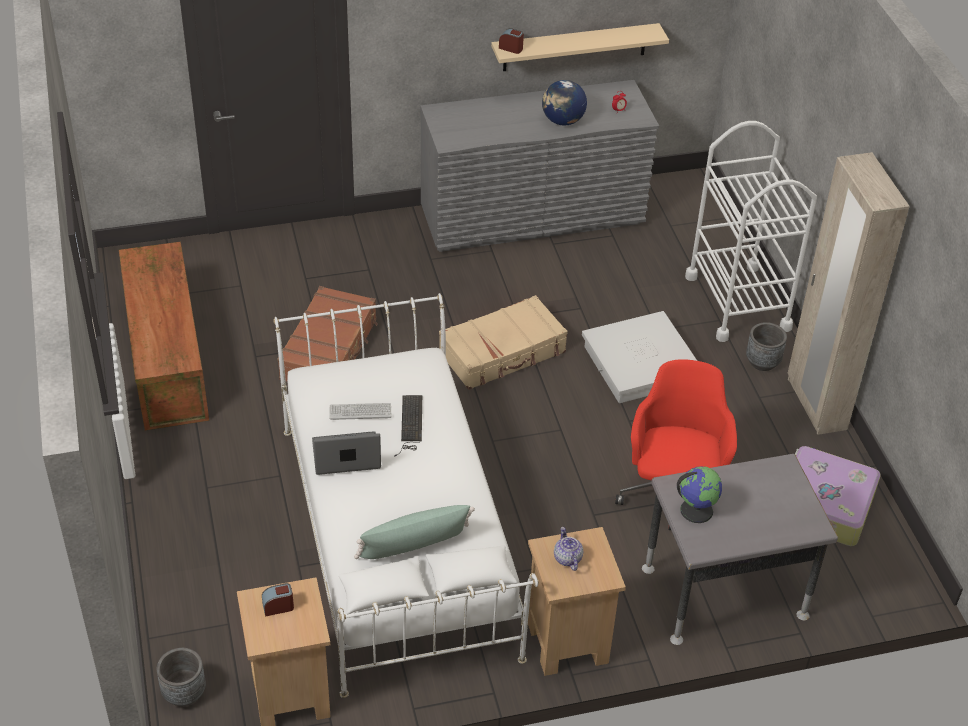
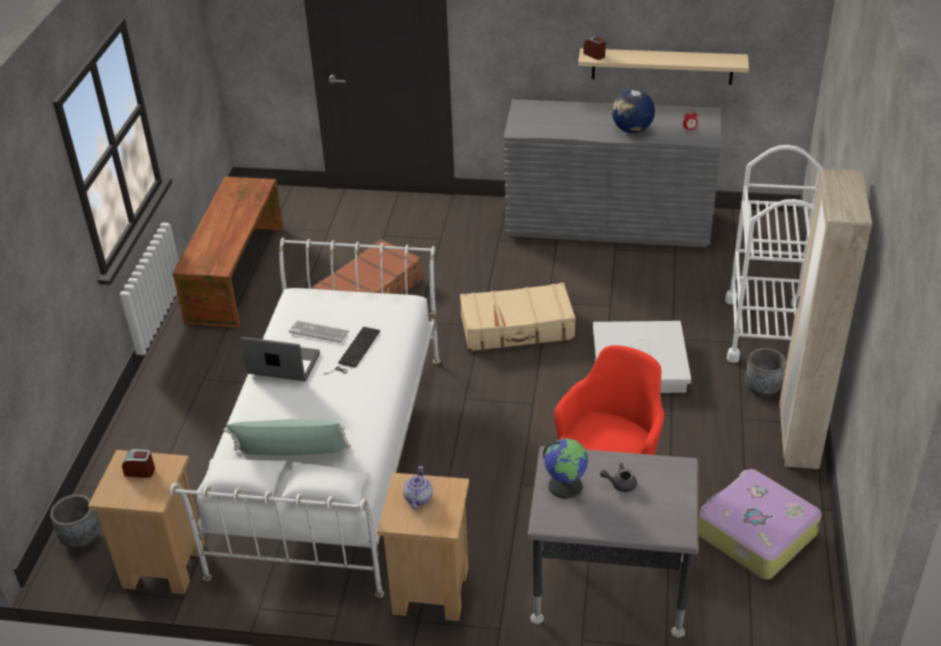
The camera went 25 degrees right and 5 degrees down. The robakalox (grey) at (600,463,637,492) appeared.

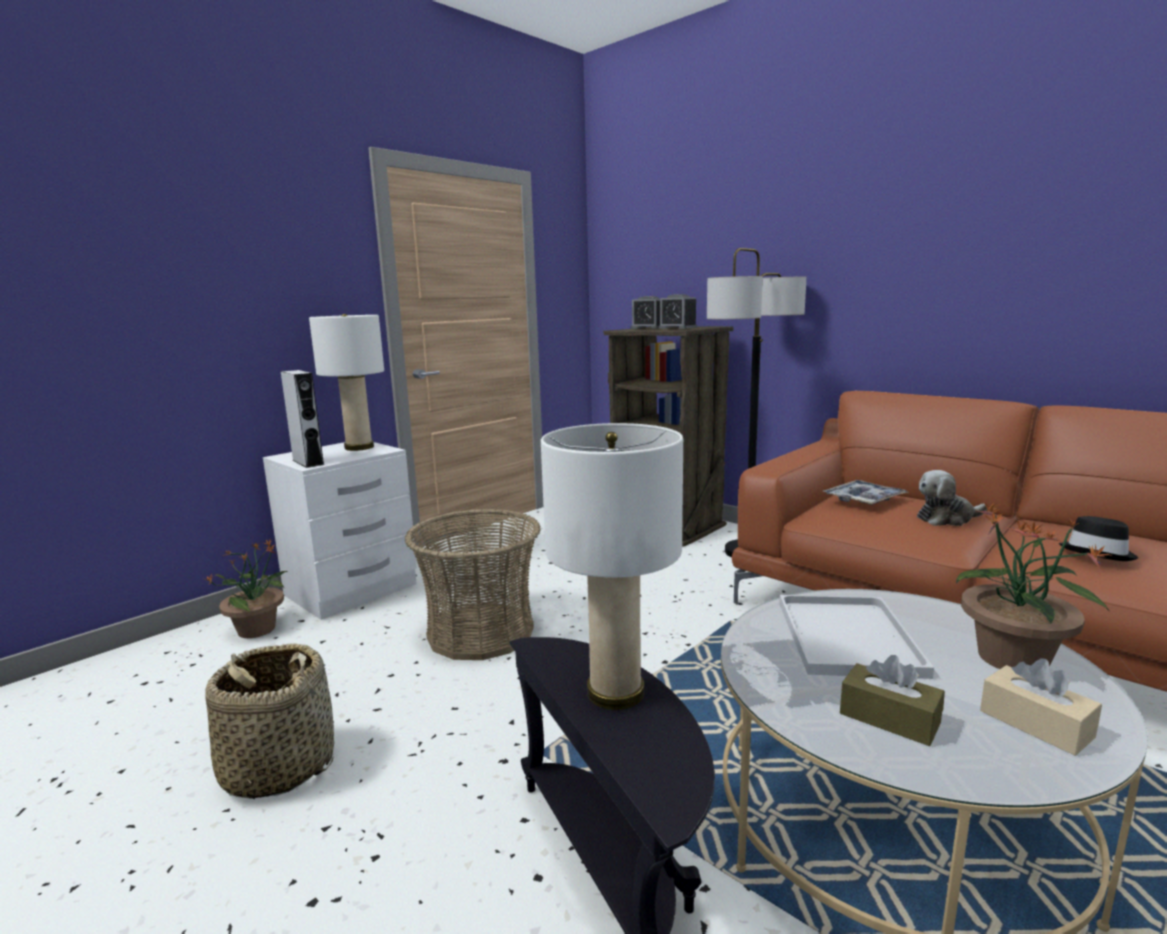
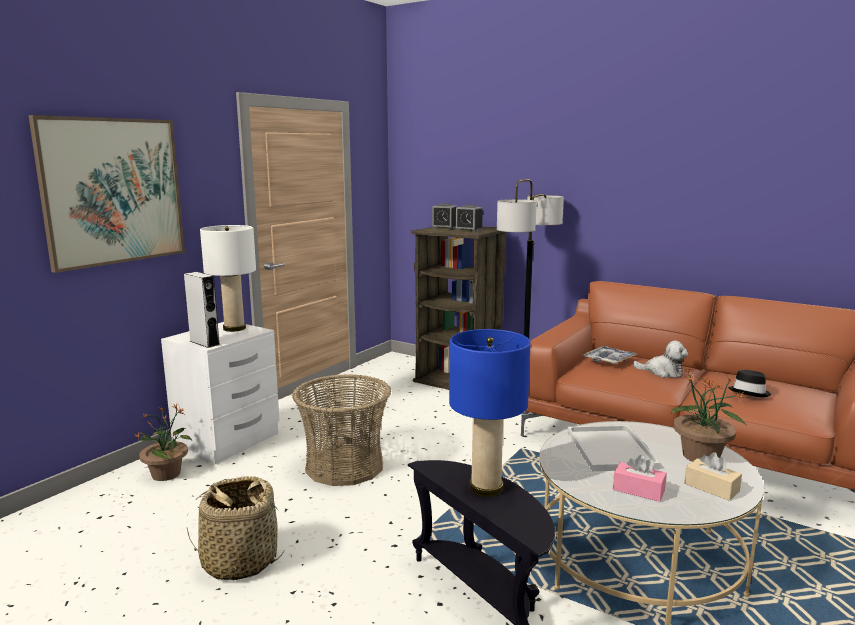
The camera went 10 degrees left and 0 degrees up. The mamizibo at (28,115,185,273) appeared. The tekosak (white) at (541,423,683,710) became the tekosak (blue) at (449,329,531,497). The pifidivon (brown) at (840,655,945,746) became the pifidivon (pink) at (613,455,667,502). The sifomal at (917,470,987,526) turned 135 degrees counterclockwise.

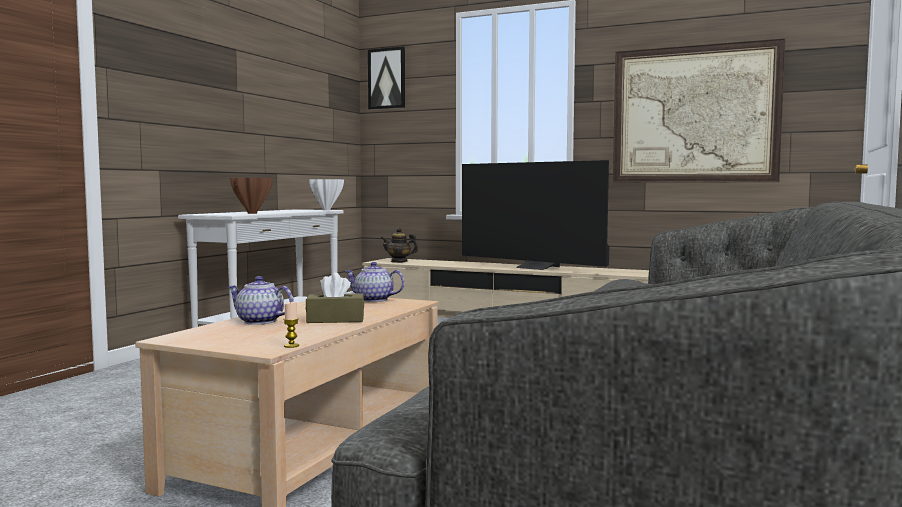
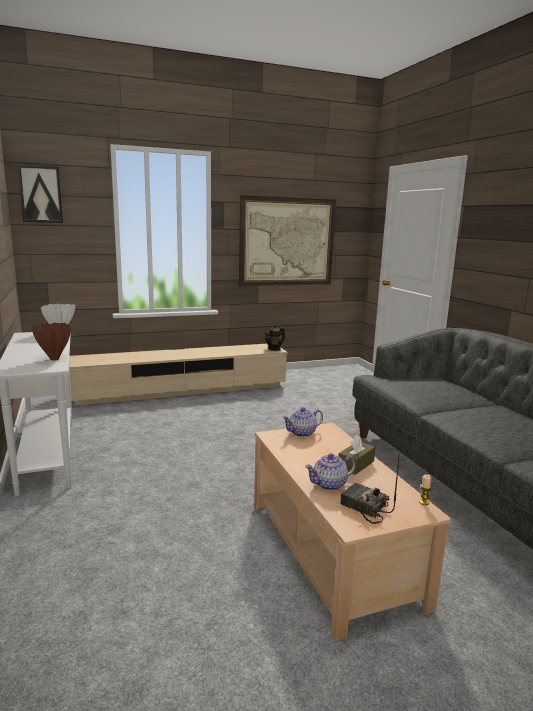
The camera went 45 degrees left and 10 degrees up. The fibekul at (462,160,609,270) disappeared. The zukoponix at (340,456,399,524) appeared. The robakalox moved from (381,227,418,263) to (264,324,285,351).

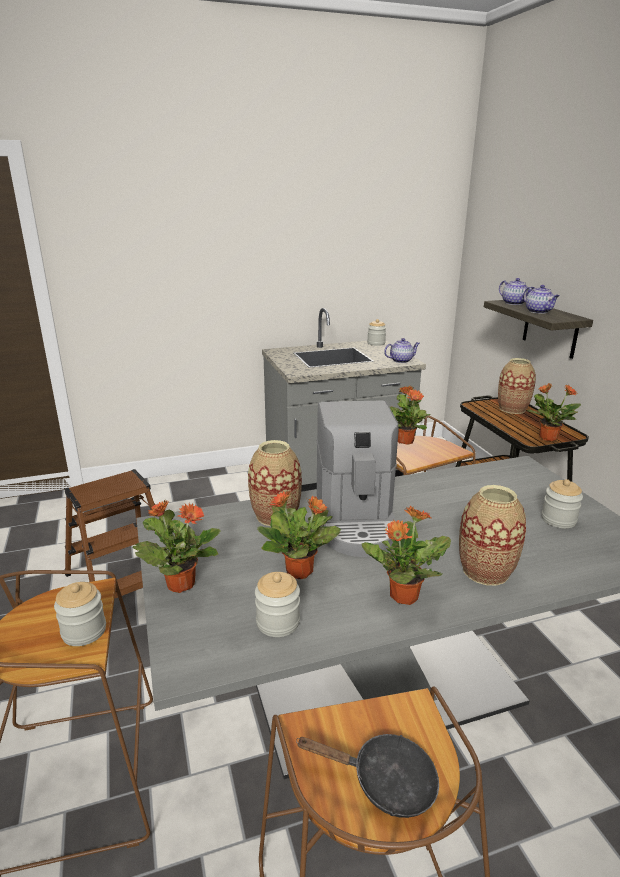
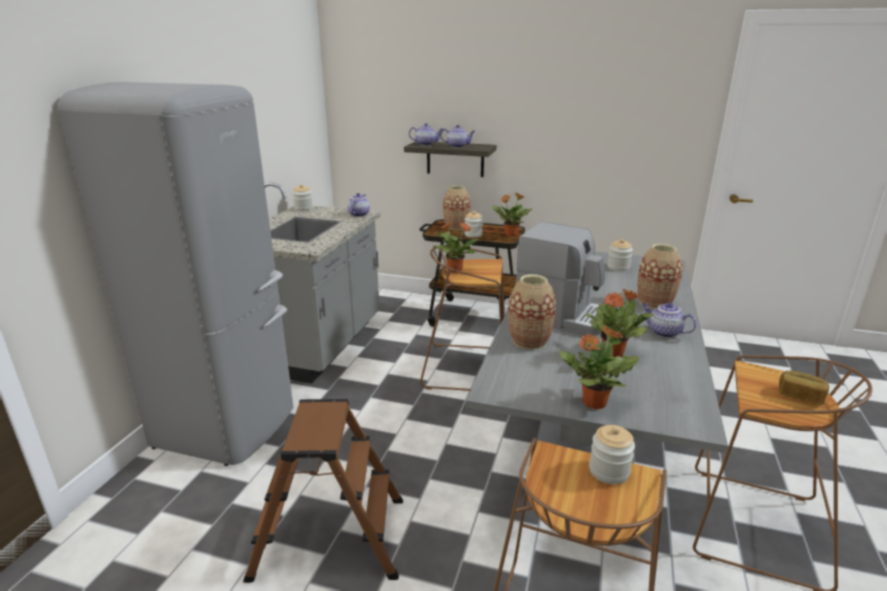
The camera went 55 degrees left and 0 degrees up. The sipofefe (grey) at (58,82,293,466) appeared. The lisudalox moved from (255,572,300,637) to (464,211,483,238). The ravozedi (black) at (296,734,439,818) was replaced by the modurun at (779,371,829,405). The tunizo at (362,505,451,605) was replaced by the robakalox at (642,302,697,338).

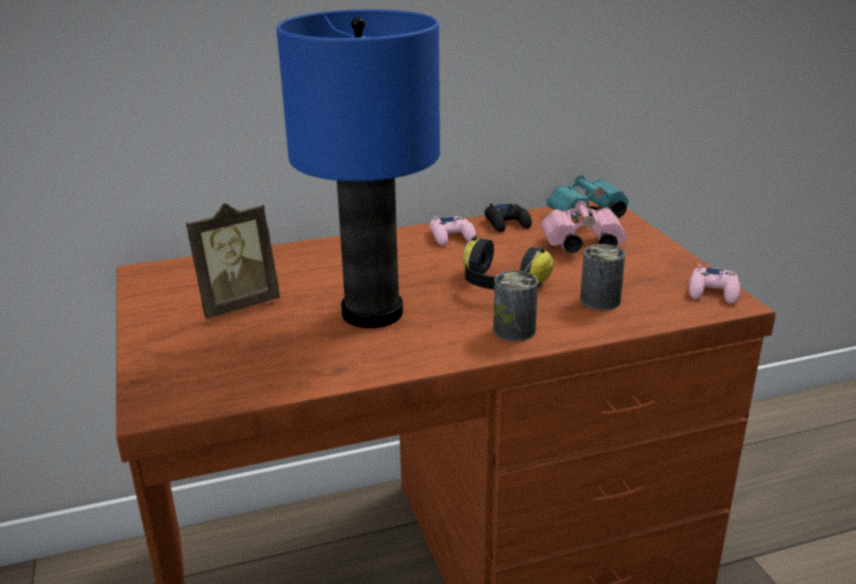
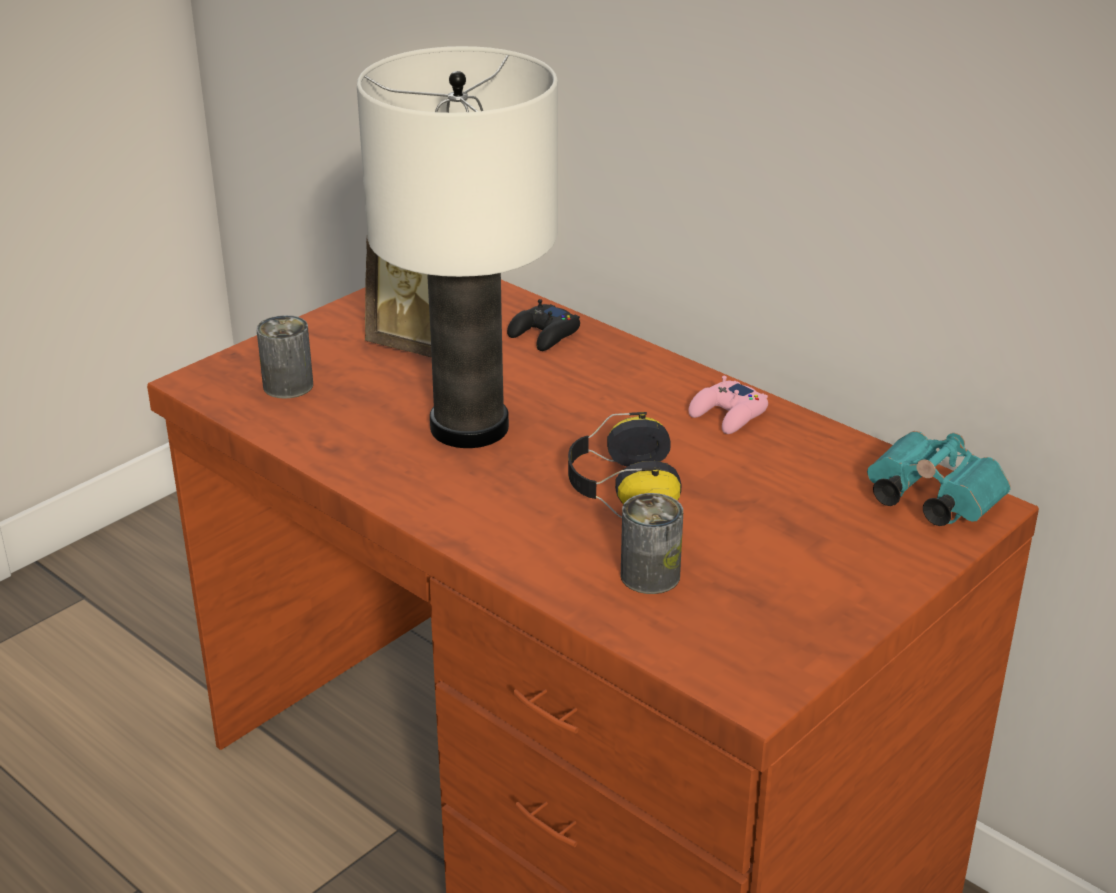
The camera went 60 degrees right and 5 degrees up. The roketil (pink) at (541,201,627,253) disappeared. The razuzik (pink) at (689,264,740,304) disappeared. The razuzik (black) moved from (485,204,532,232) to (507,299,580,351). The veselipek moved from (493,271,538,342) to (257,315,313,399). The tekosak (blue) at (276,9,440,328) became the tekosak (white) at (357,46,558,448).

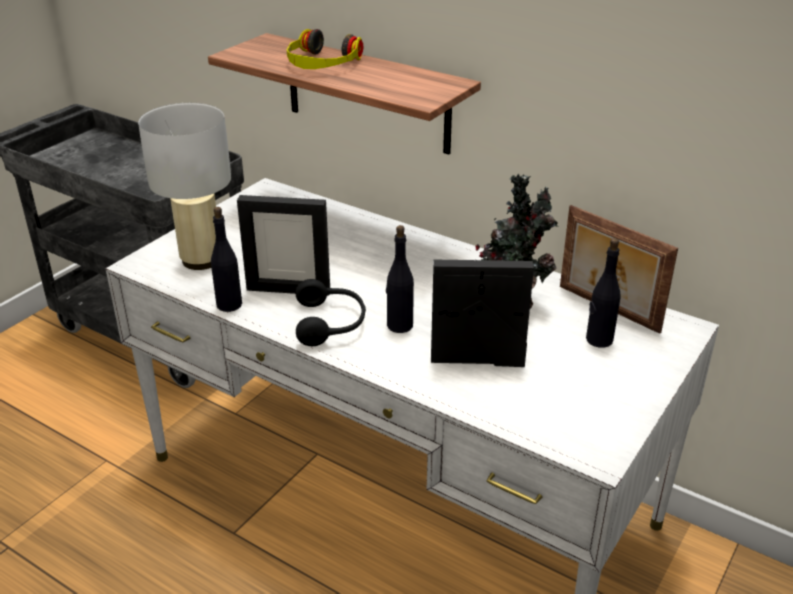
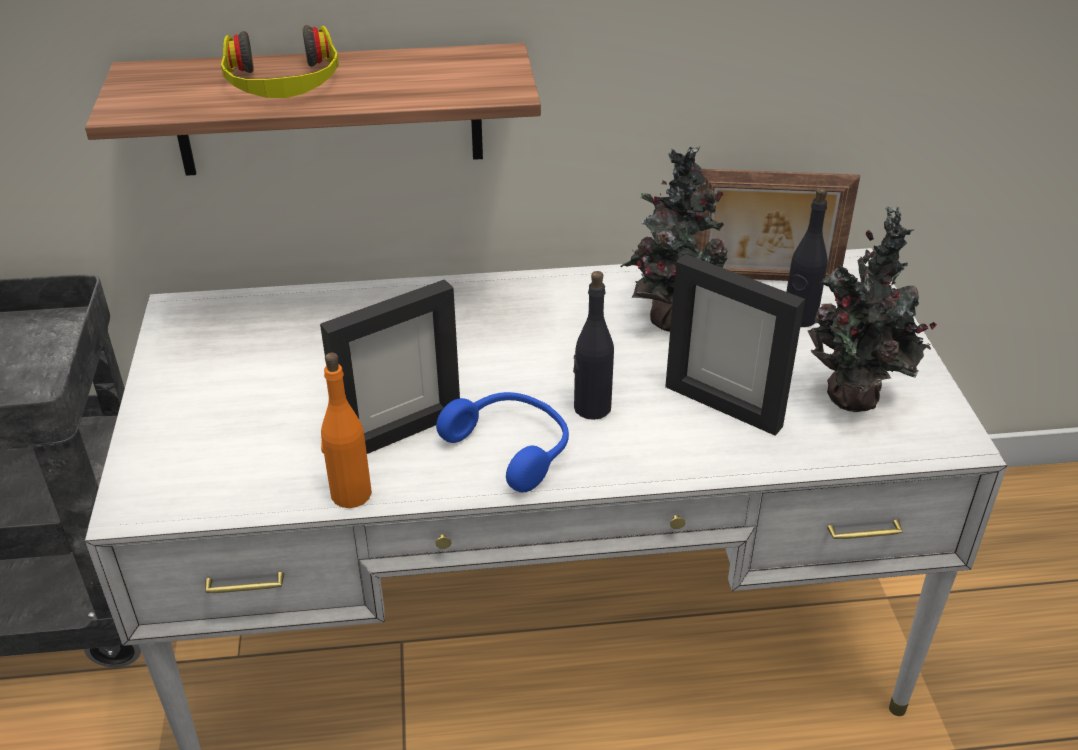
The camera went 40 degrees left and 5 degrees up. The tekosak (white) at (138,103,231,270) disappeared. The tunizo at (808,206,937,412) appeared. The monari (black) at (211,207,242,312) became the monari (orange) at (321,353,372,508). The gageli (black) at (296,279,366,346) became the gageli (blue) at (436,392,569,492). The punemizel at (431,260,534,367) turned 105 degrees counterclockwise.

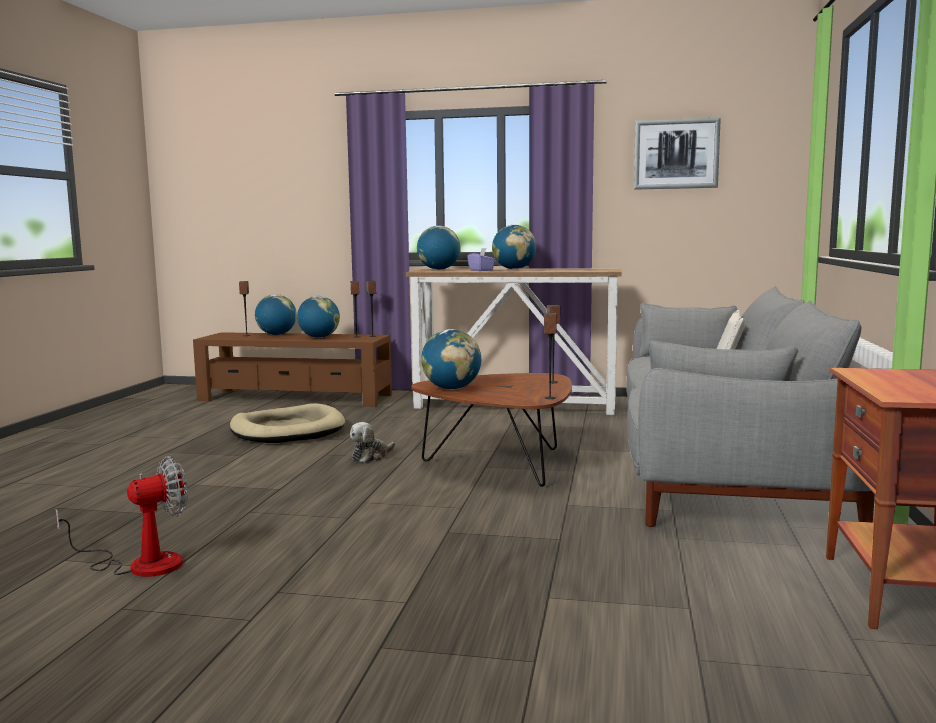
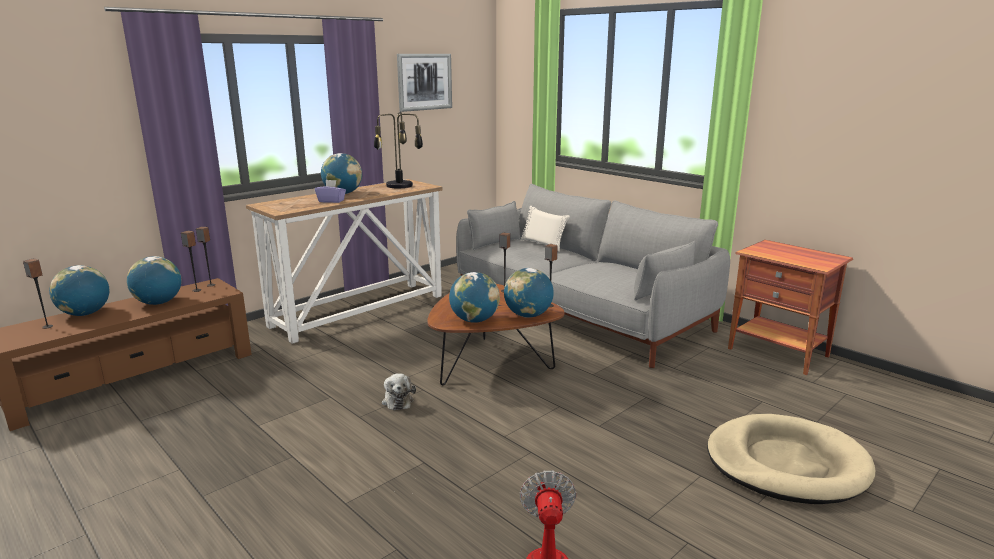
The camera went 55 degrees left and 10 degrees up. The tekosak at (374,112,423,188) appeared. The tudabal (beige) moved from (230,403,345,443) to (707,414,875,504). The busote moved from (417,226,461,270) to (504,268,554,318).

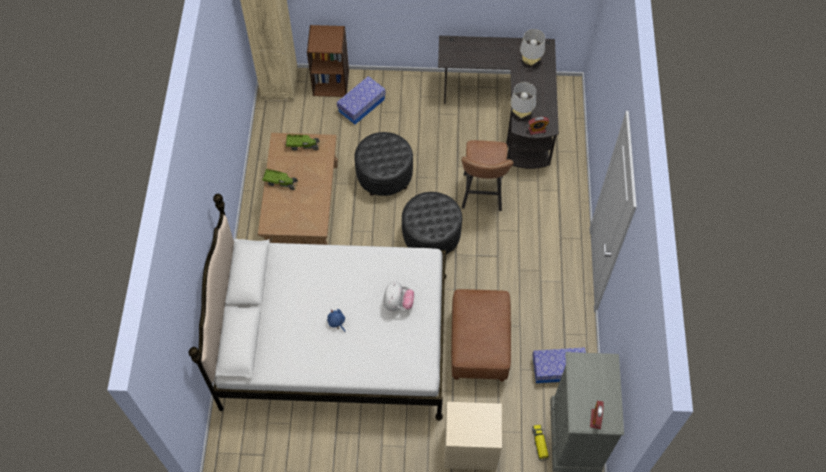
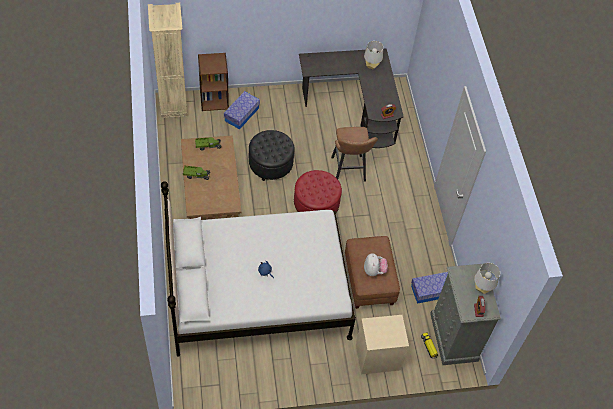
The camera went 15 degrees left and 5 degrees down. The sifomal moved from (383,281,414,311) to (364,253,388,276). The tekosak (grey) moved from (510,82,536,119) to (474,263,500,294). The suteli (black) at (402,192,462,254) became the suteli (red) at (294,170,342,213).

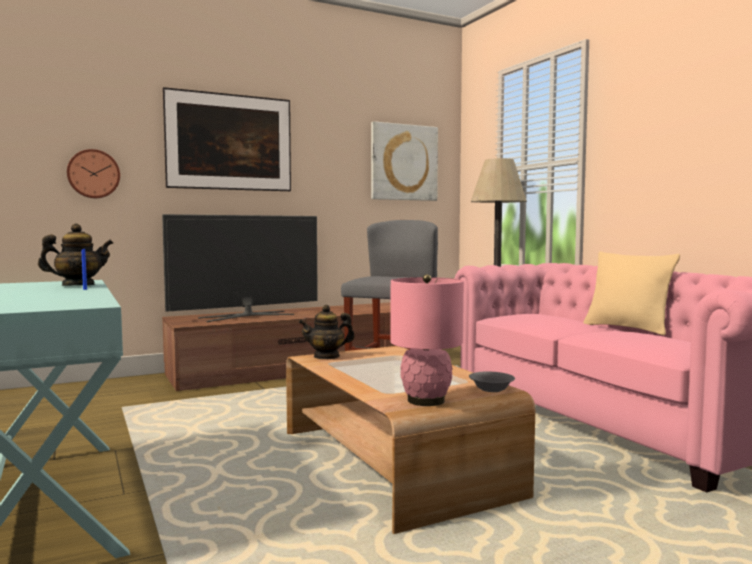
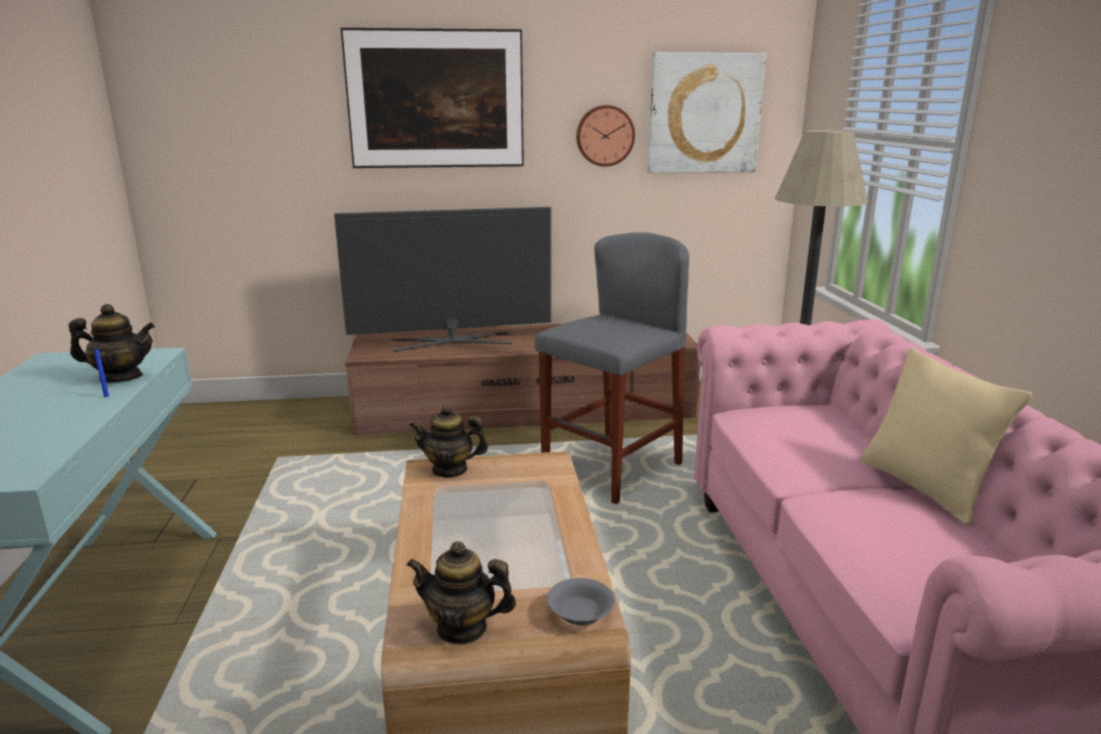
The camera went 20 degrees right and 15 degrees up. The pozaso moved from (67,149,120,198) to (576,105,635,167). The tekosak (pink) at (391,274,464,406) was replaced by the robakalox at (406,541,516,645).

